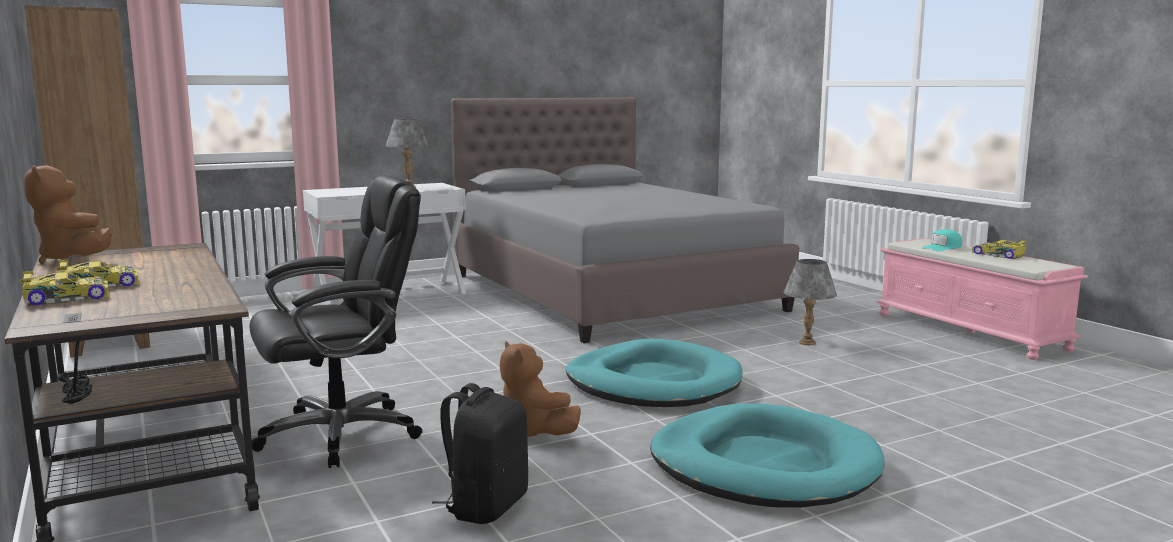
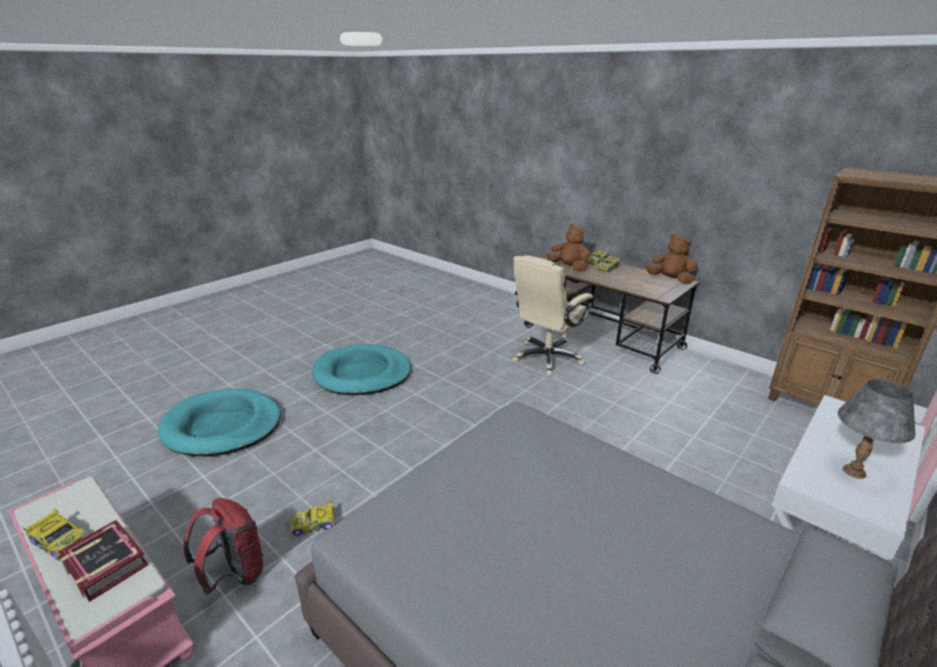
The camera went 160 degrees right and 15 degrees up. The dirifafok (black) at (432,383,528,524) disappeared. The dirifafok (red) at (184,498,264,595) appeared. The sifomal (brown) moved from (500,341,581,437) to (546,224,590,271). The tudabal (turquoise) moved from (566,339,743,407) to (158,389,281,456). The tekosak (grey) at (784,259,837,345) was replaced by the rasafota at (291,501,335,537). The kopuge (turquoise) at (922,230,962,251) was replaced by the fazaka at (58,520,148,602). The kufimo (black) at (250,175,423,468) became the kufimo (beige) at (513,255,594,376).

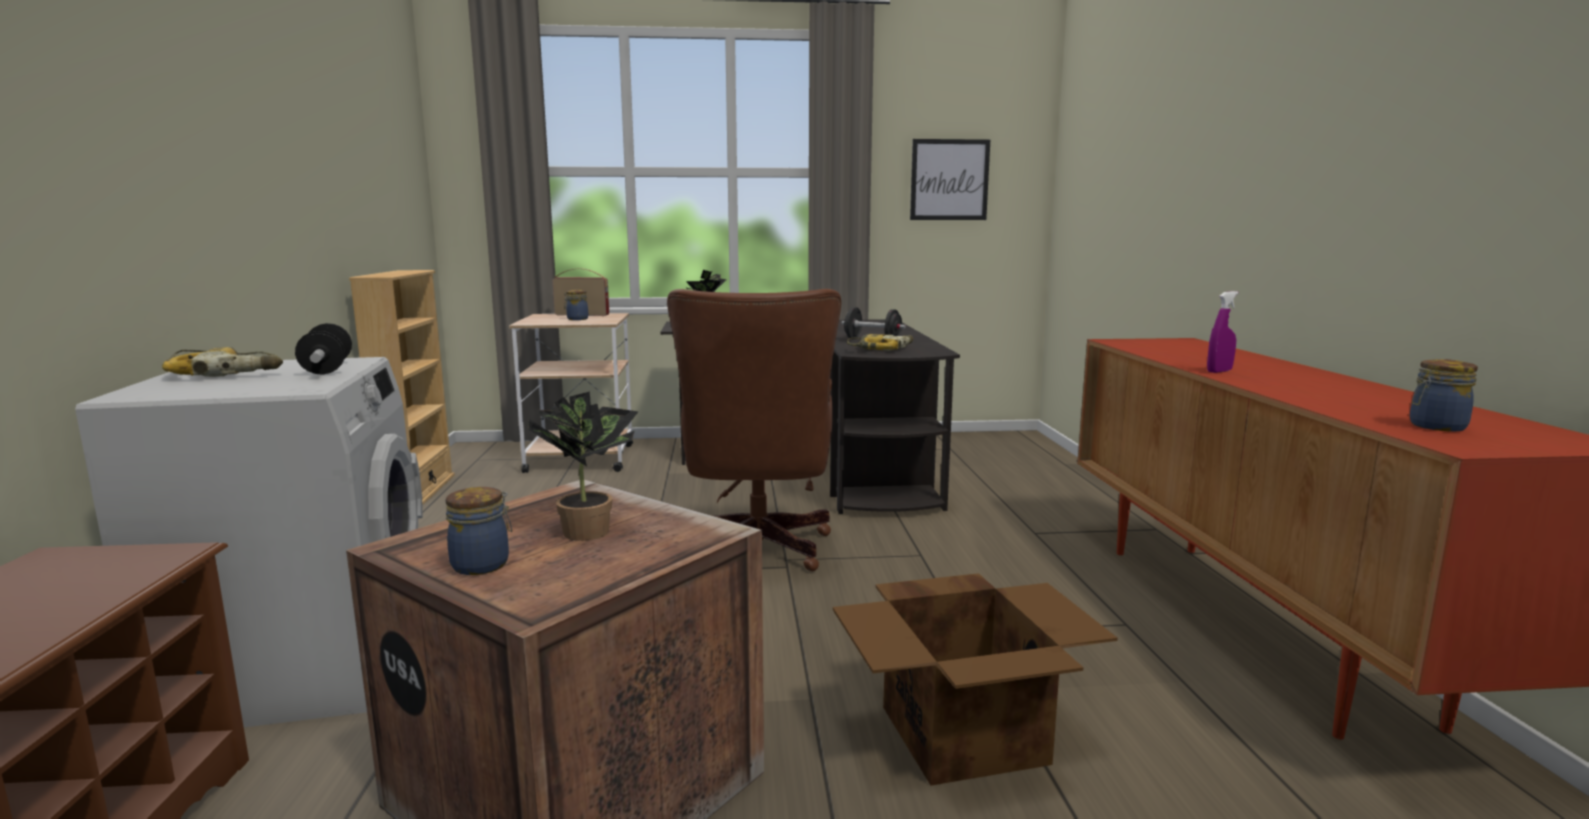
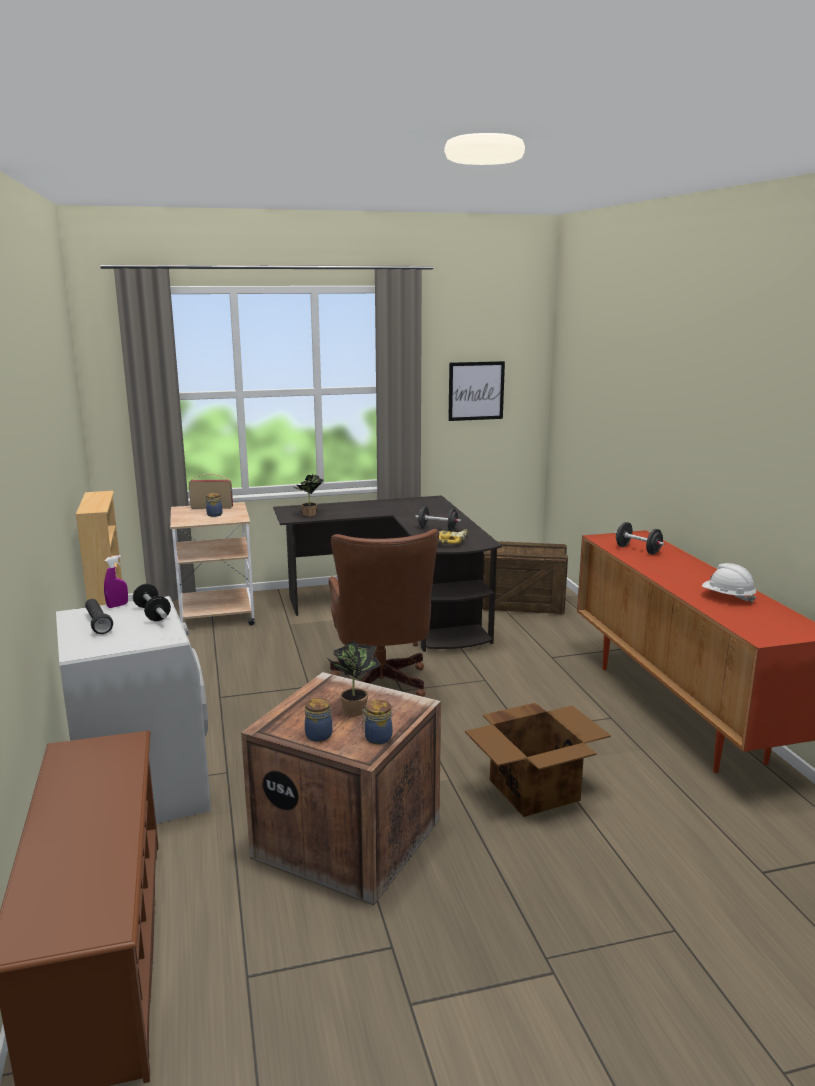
The camera went 10 degrees left and 5 degrees up. The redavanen at (482,541,568,615) appeared. The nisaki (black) at (615,522,665,555) appeared. The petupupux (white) at (702,563,757,603) appeared. The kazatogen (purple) moved from (1207,291,1238,373) to (104,555,128,608). The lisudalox moved from (1410,359,1478,432) to (362,700,392,745). The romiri at (162,347,283,377) was replaced by the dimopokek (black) at (85,599,113,634).

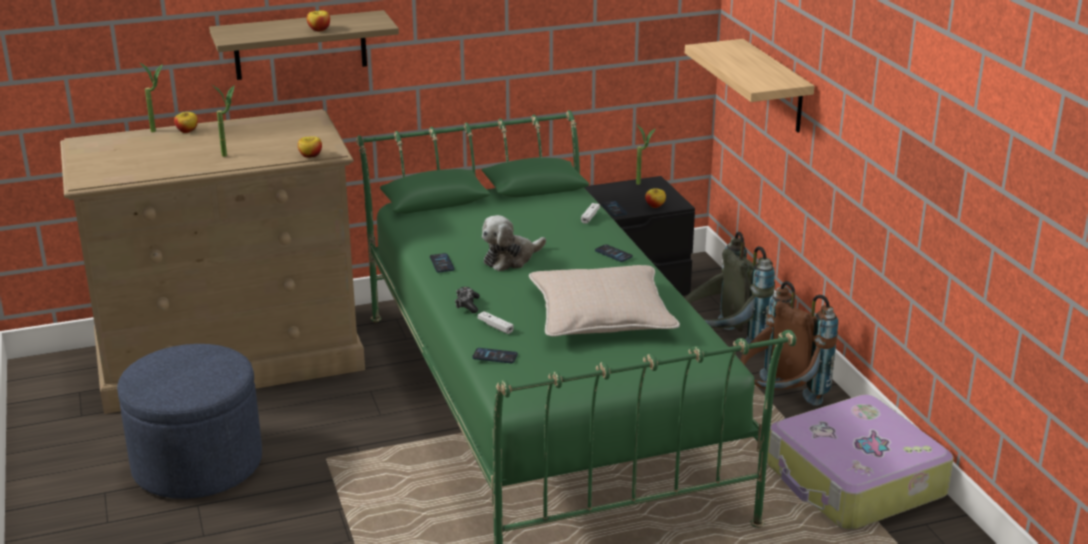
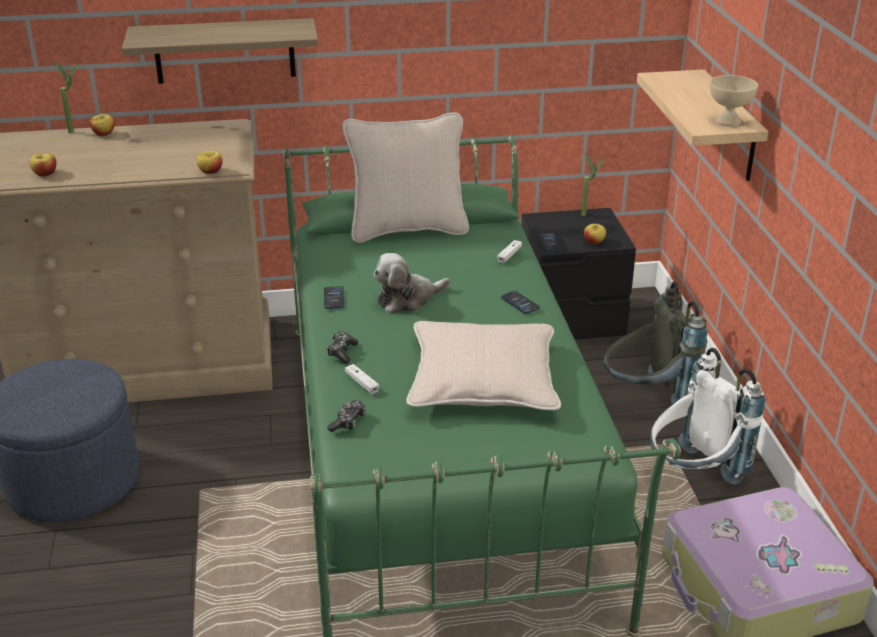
The camera went 10 degrees right and 5 degrees up. The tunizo at (212,85,234,157) disappeared. The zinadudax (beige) at (342,112,469,243) appeared. The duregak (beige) at (710,75,758,127) appeared. The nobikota moved from (307,10,330,31) to (29,153,57,177). The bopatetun at (472,348,518,363) was replaced by the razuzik at (327,400,366,432). The dirifafok (brown) at (740,281,838,405) became the dirifafok (white) at (650,348,765,484).

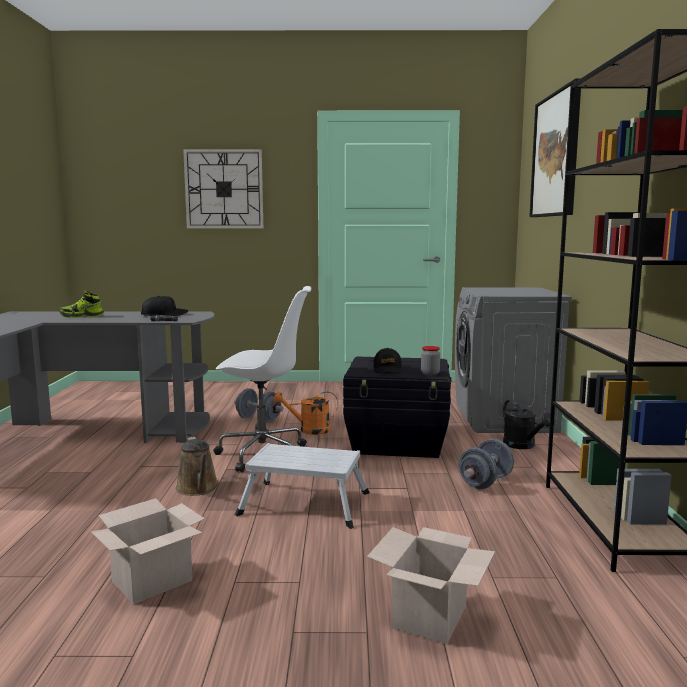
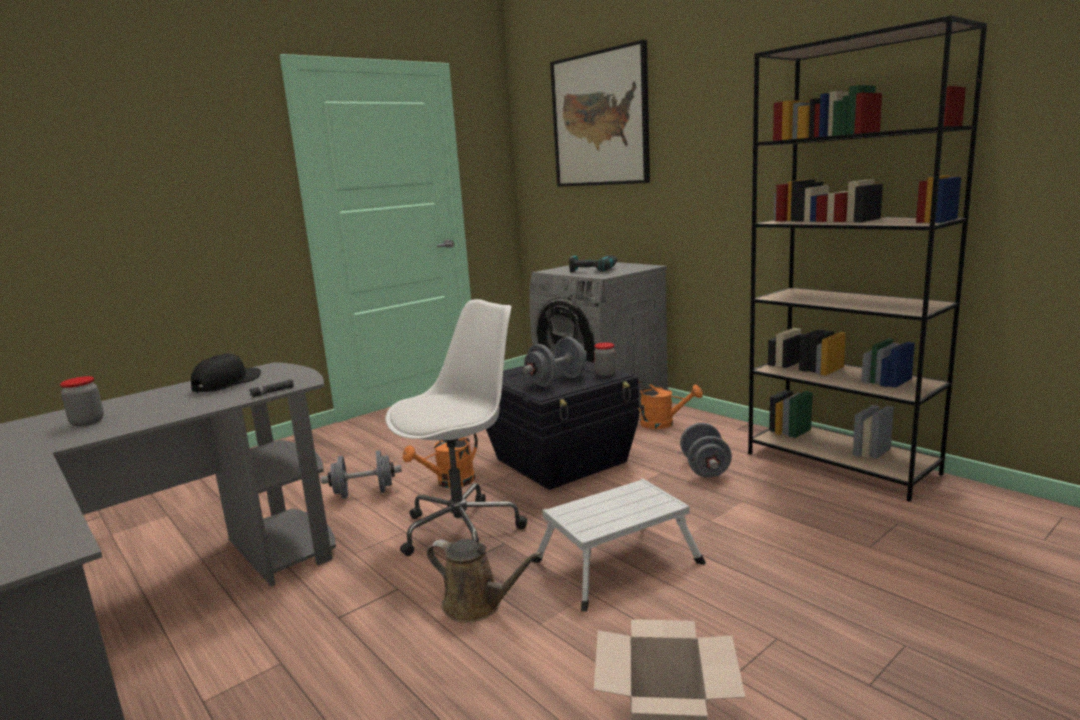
The camera went 40 degrees left and 5 degrees up. The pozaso at (183,149,263,228) disappeared. The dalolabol at (367,527,495,644) disappeared. The romiri at (569,255,617,272) appeared. The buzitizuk at (59,290,104,318) was replaced by the lisudalox at (60,376,104,427). The kopuge (black) at (373,348,402,373) was replaced by the nisaki (grey) at (523,337,587,387). The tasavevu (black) at (503,400,555,449) became the tasavevu (orange) at (639,381,703,429).

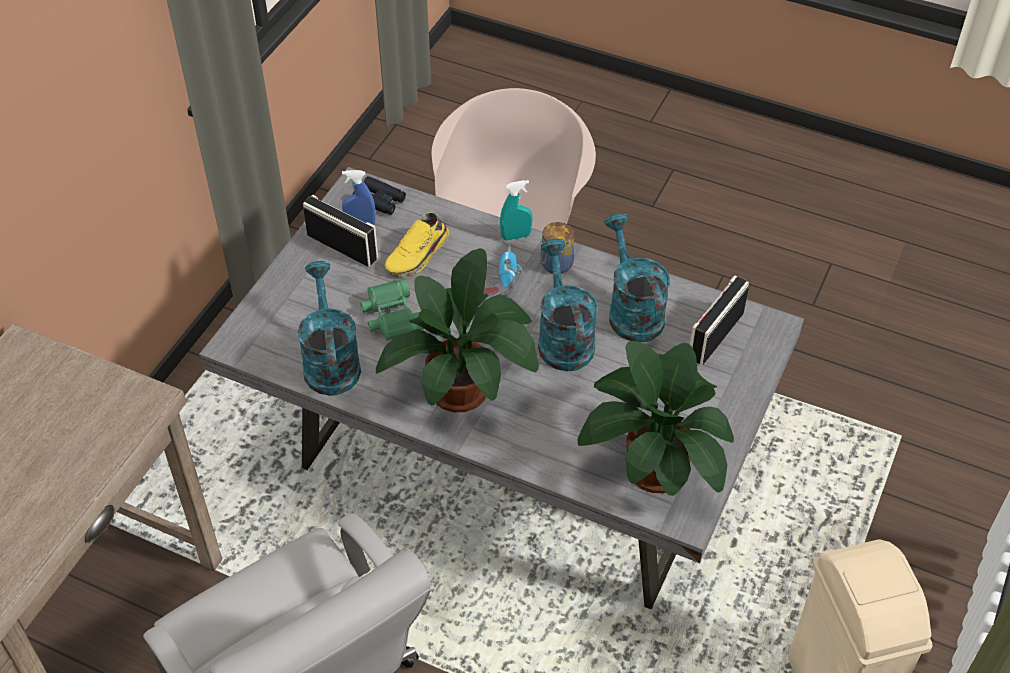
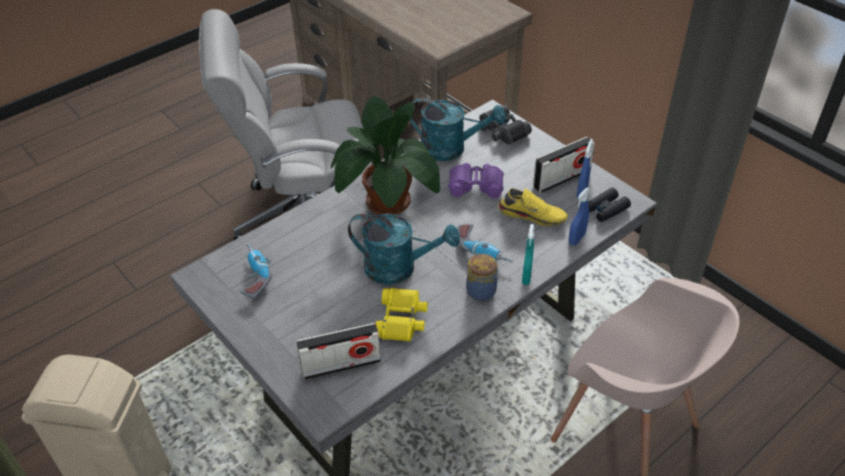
The camera went 115 degrees right and 5 degrees down. The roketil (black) at (479,105,532,144) appeared. The kazatogen (blue) at (569,188,590,246) appeared. The tunizo at (577,341,734,496) was replaced by the romiri at (240,244,272,298). The tasavevu (turquoise) at (604,213,670,342) was replaced by the roketil (yellow) at (376,288,428,342). The roketil (green) at (360,279,424,341) became the roketil (purple) at (448,163,504,198). The buzitizuk (yellow) at (385,212,449,276) turned 135 degrees clockwise. The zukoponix at (690,275,749,365) turned 105 degrees clockwise.

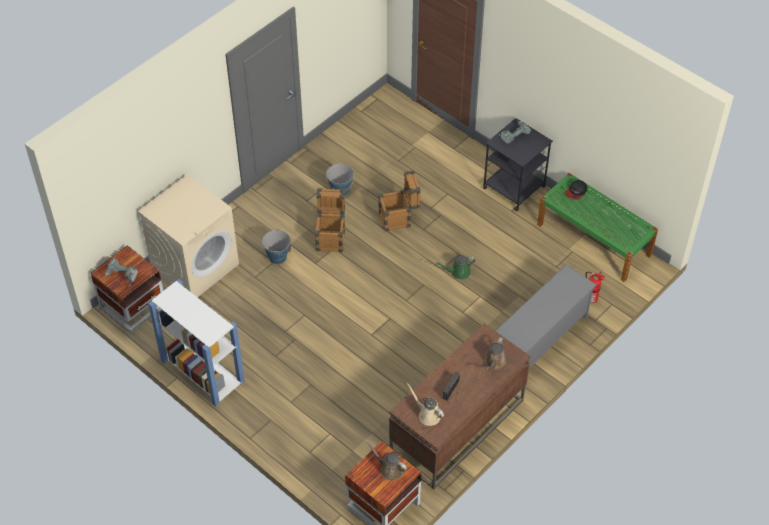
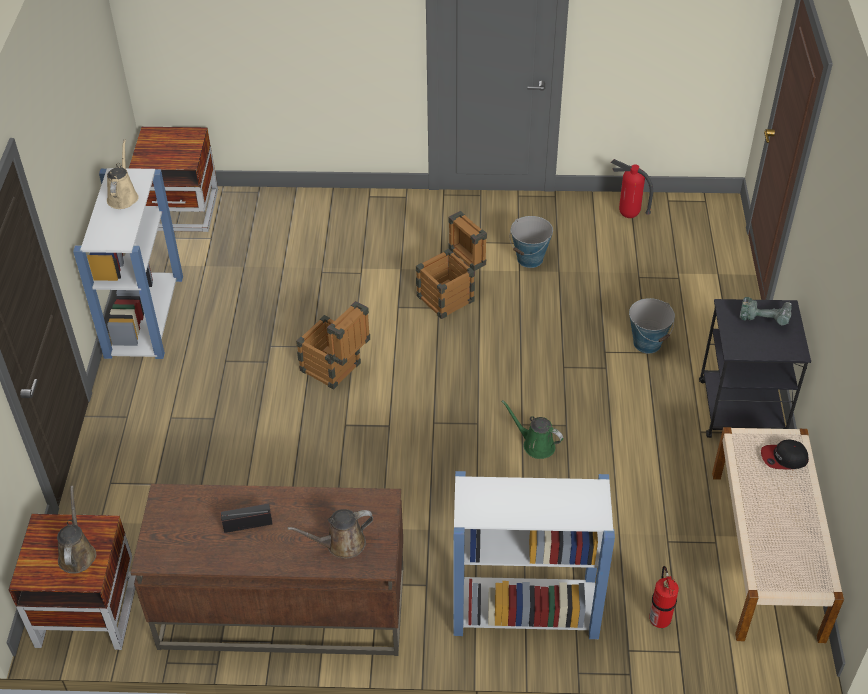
The camera went 50 degrees right and 5 degrees down. The romiri at (104,258,138,287) disappeared. The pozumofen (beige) at (138,175,239,297) disappeared. The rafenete at (611,159,653,218) appeared. The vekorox moved from (262,229,291,264) to (629,298,675,354). The redavanen moved from (378,170,421,232) to (296,301,370,390). The tasavevu (beige) moved from (406,383,444,426) to (107,139,139,209). The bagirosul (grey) at (495,265,596,368) was replaced by the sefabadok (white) at (453,471,615,639). The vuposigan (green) at (537,173,658,282) became the vuposigan (beige) at (712,427,844,643).

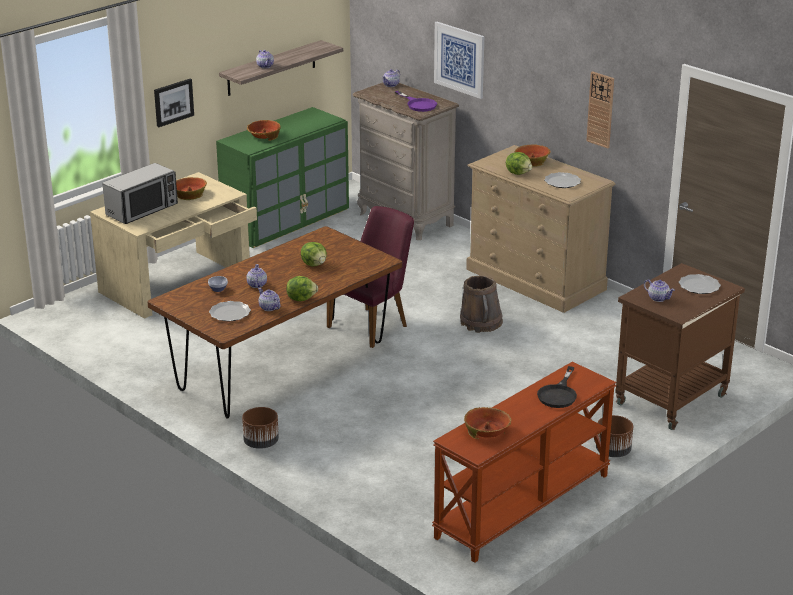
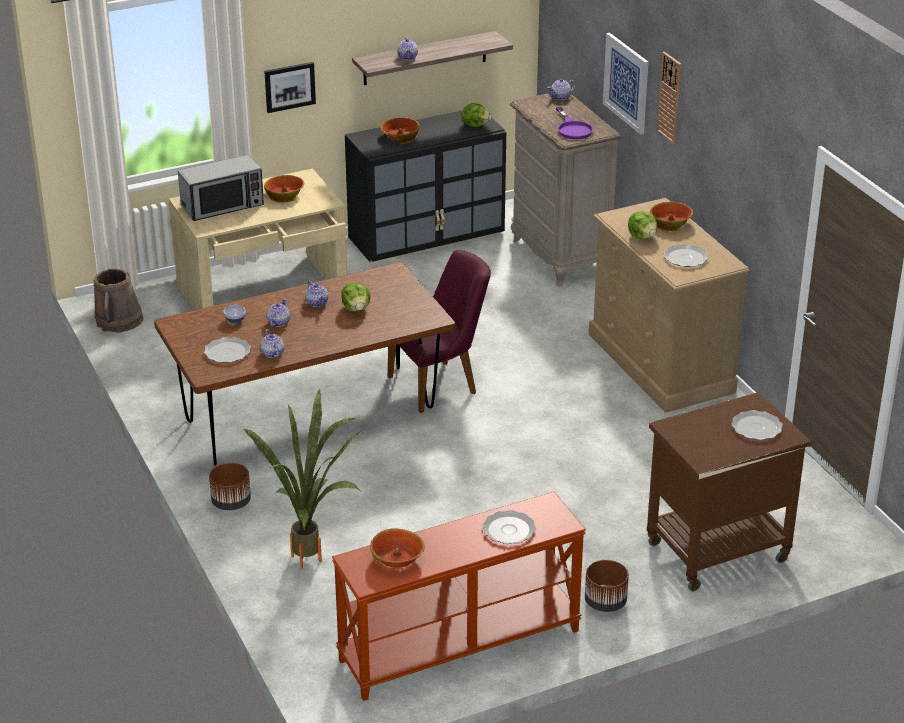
The camera went 20 degrees right and 5 degrees up. The tunizo at (243,389,362,569) appeared. The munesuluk moved from (286,276,318,301) to (461,103,491,127). The vekorox (brown) moved from (460,275,503,333) to (94,268,144,333). The pozaso moved from (586,71,614,149) to (657,52,681,144). The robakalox moved from (644,279,675,302) to (305,281,328,307). The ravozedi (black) at (537,366,577,408) was replaced by the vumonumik at (482,510,536,544). The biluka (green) at (216,107,349,248) became the biluka (black) at (345,111,506,263).

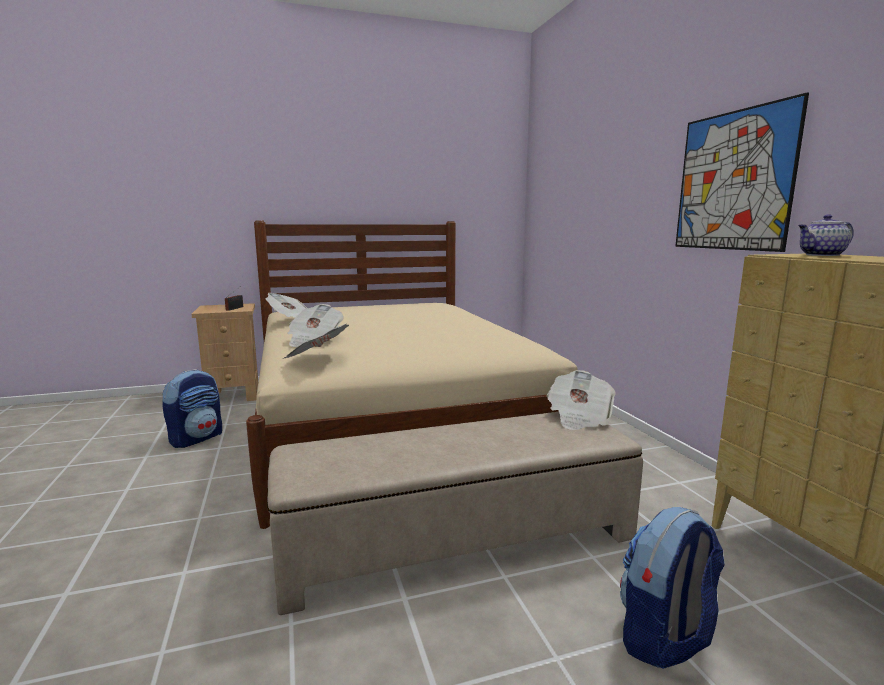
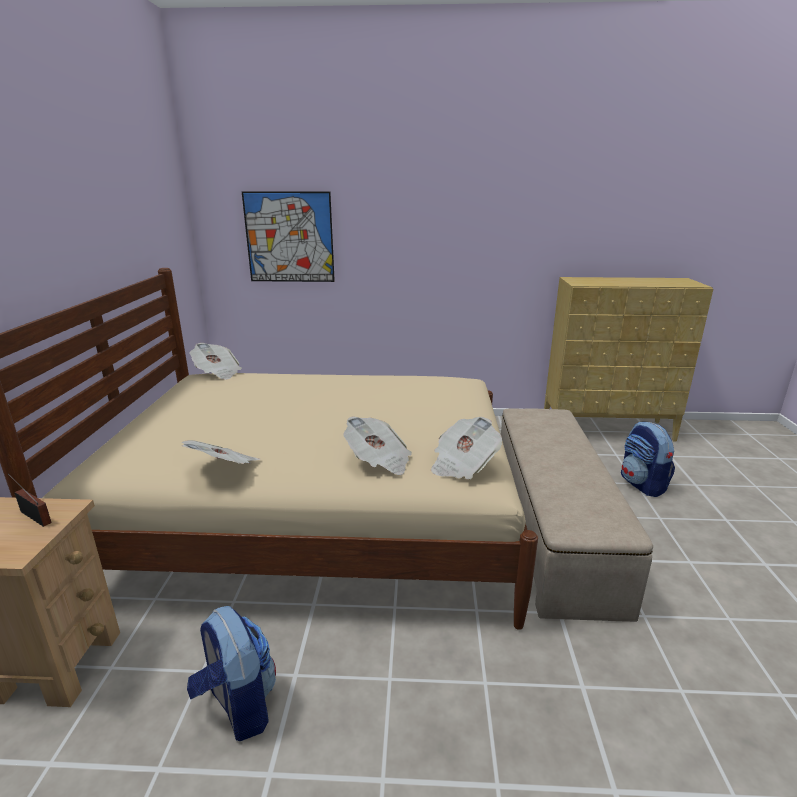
The camera went 70 degrees left and 10 degrees up. The robakalox at (798,214,854,256) disappeared. The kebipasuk moved from (547,370,616,430) to (189,343,242,380). The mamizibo moved from (675,92,809,252) to (242,191,335,282).

